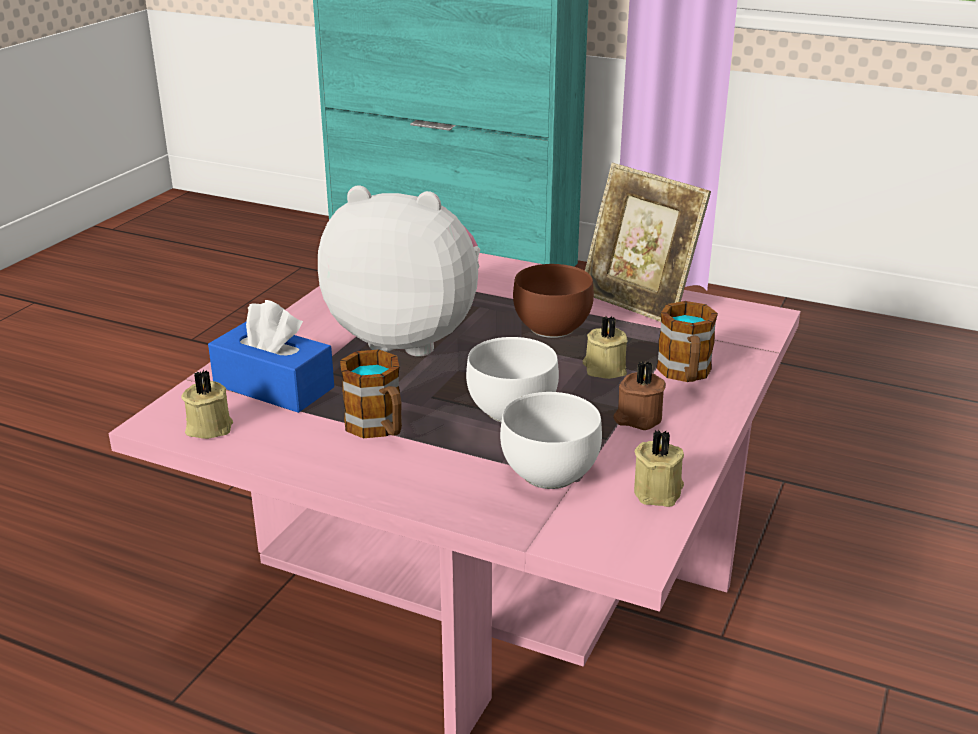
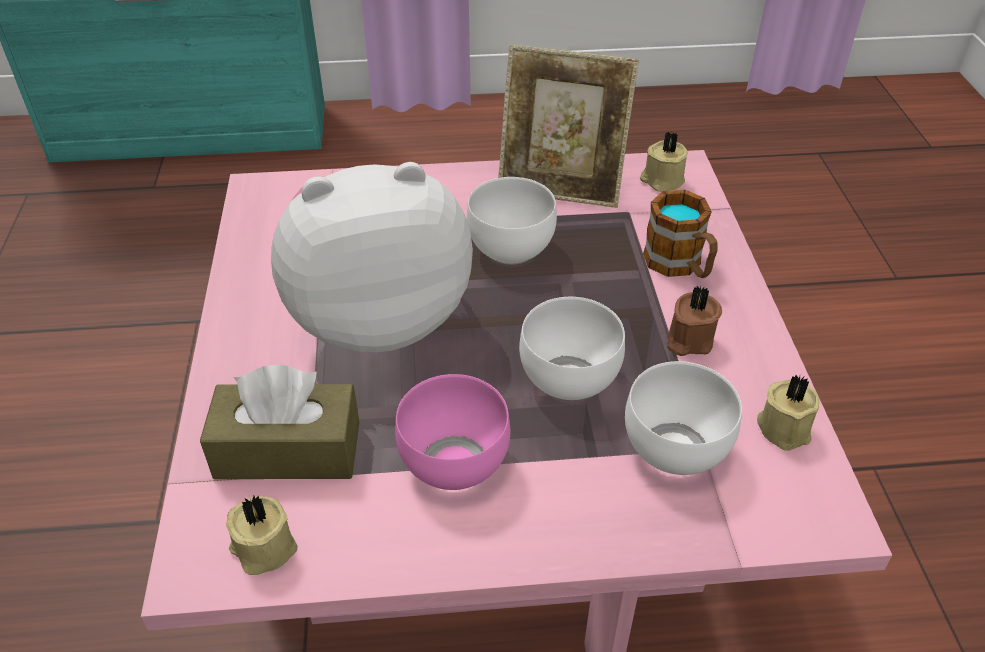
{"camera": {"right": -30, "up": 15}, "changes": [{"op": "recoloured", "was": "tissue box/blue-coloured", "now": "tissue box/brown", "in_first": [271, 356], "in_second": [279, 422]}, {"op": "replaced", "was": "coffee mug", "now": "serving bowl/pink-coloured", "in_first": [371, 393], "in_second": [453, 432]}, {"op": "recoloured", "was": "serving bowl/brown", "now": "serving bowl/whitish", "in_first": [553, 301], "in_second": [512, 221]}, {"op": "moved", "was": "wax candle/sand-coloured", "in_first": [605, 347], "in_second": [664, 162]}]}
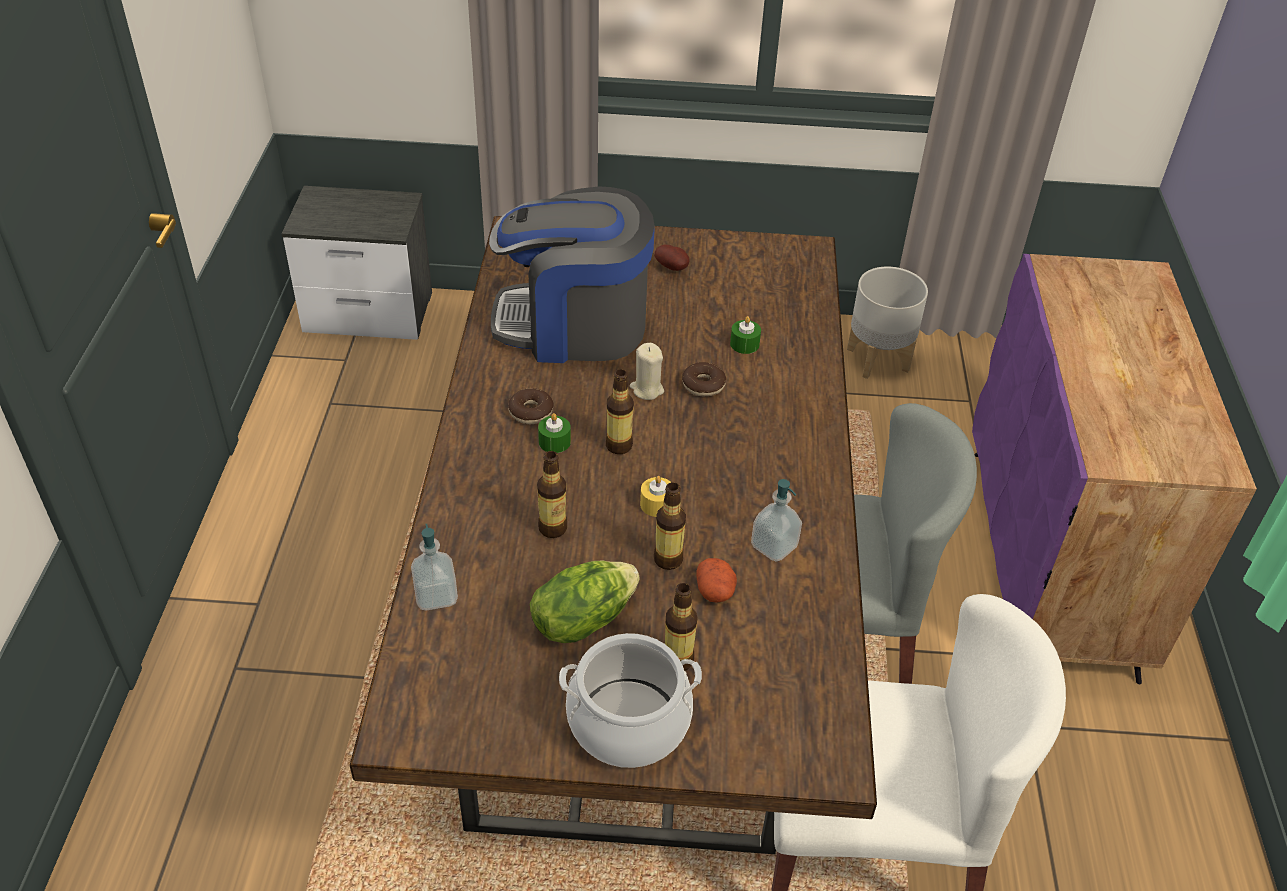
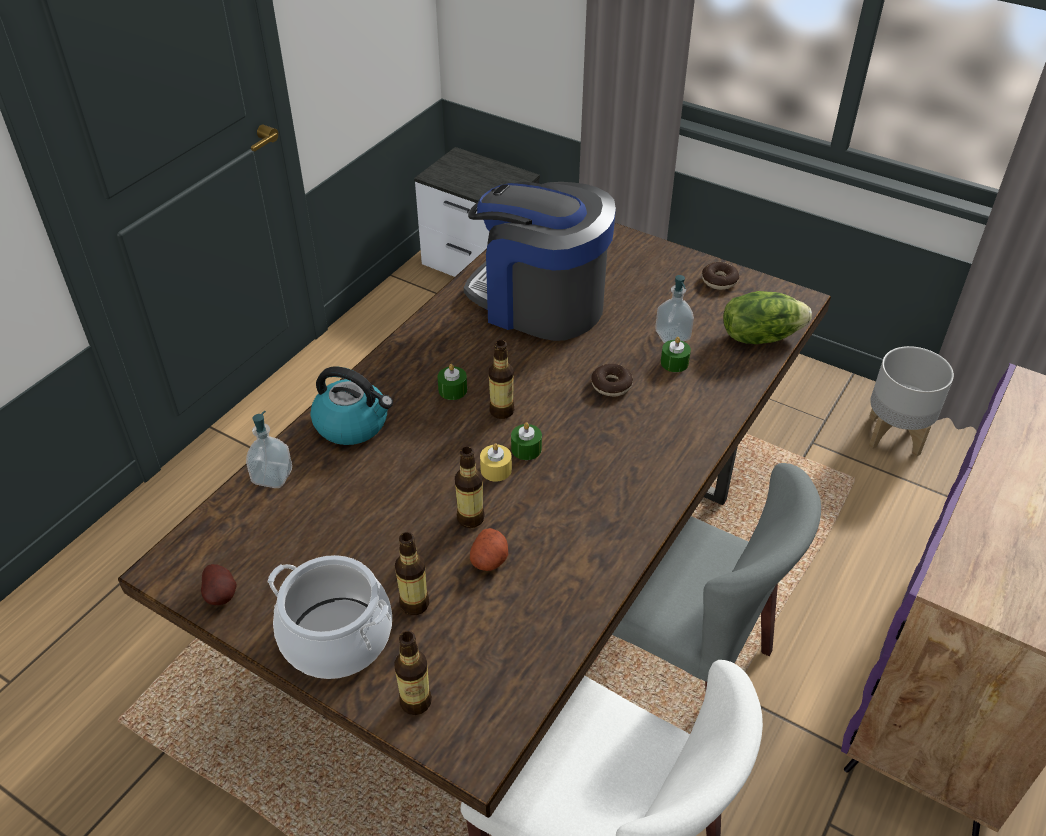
{"camera": {"right": 30, "up": 0}, "changes": [{"op": "moved", "was": "donut", "in_first": [530, 406], "in_second": [720, 276]}, {"op": "moved", "was": "head of lettuce", "in_first": [585, 602], "in_second": [767, 317]}, {"op": "moved", "was": "bottle", "in_first": [552, 494], "in_second": [413, 673]}, {"op": "removed", "was": "wax candle/sand-coloured", "in_first": [647, 371]}, {"op": "moved", "was": "spud", "in_first": [671, 258], "in_second": [219, 584]}, {"op": "moved", "was": "soap dispenser", "in_first": [776, 520], "in_second": [674, 309]}, {"op": "added", "now": "water kettle", "in_second": [351, 405]}, {"op": "added", "now": "wax candle/green", "in_second": [526, 441]}]}
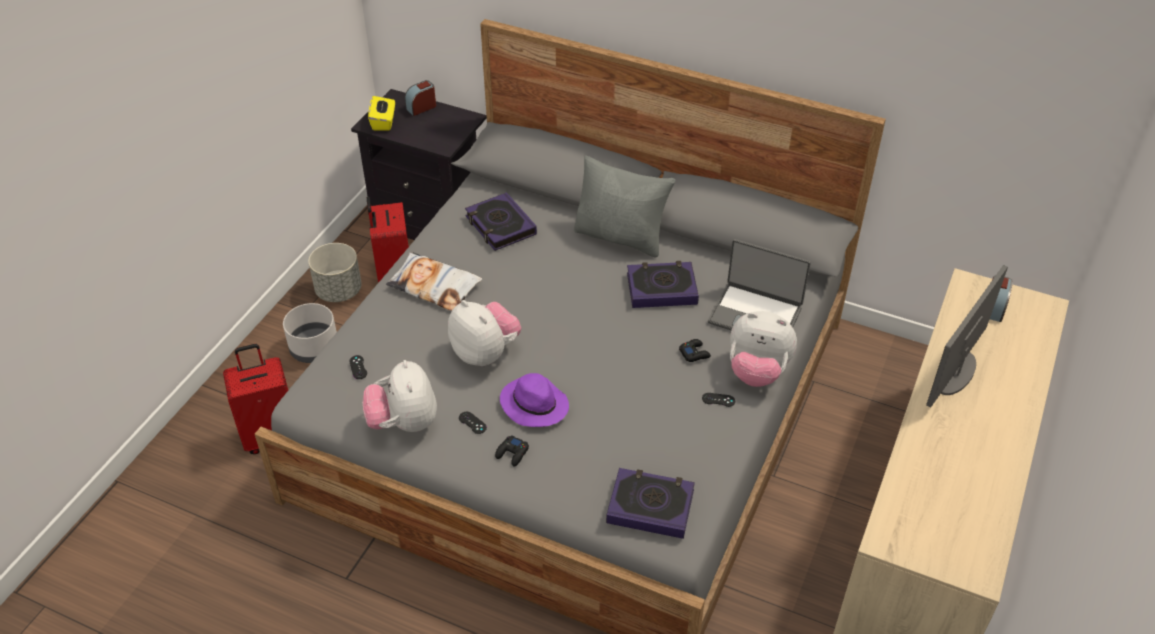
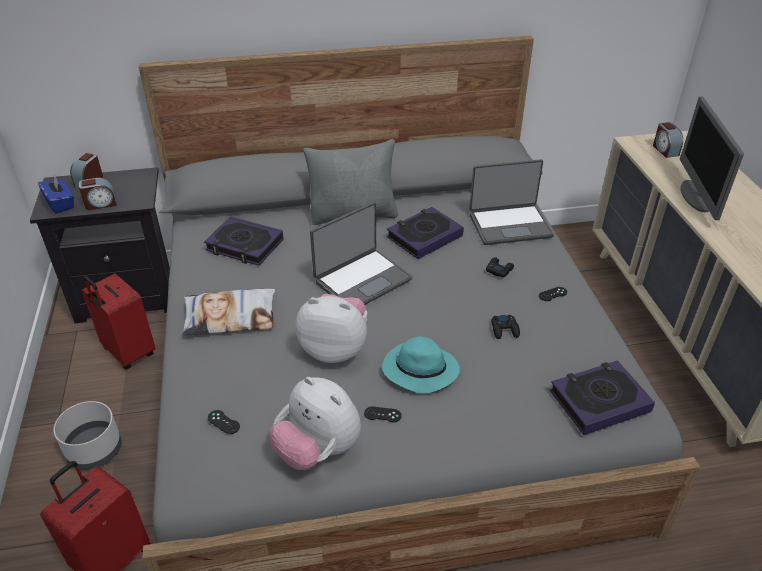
{"camera": {"right": -35, "up": -5}, "changes": [{"op": "removed", "was": "plant pot/gray", "in_first": [335, 272]}, {"op": "recoloured", "was": "tissue box/yellowish", "now": "tissue box/blue-coloured", "in_first": [381, 113], "in_second": [56, 194]}, {"op": "moved", "was": "game controller/blackish", "in_first": [512, 451], "in_second": [505, 327]}, {"op": "recoloured", "was": "wearable hat/purple-coloured", "now": "wearable hat/blue-green", "in_first": [534, 400], "in_second": [421, 365]}, {"op": "removed", "was": "soft toy", "in_first": [763, 349]}, {"op": "added", "now": "alarm clock", "in_second": [98, 194]}, {"op": "added", "now": "laptop", "in_second": [361, 253]}]}
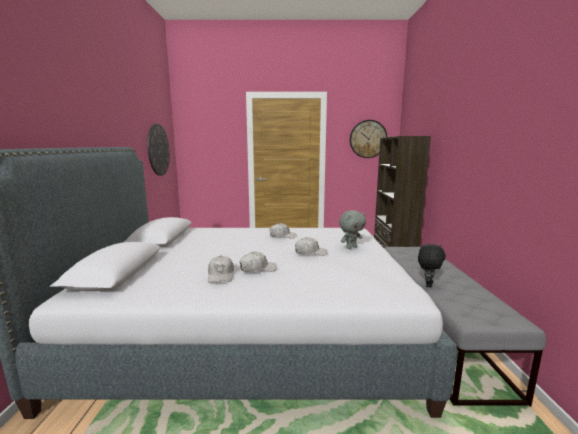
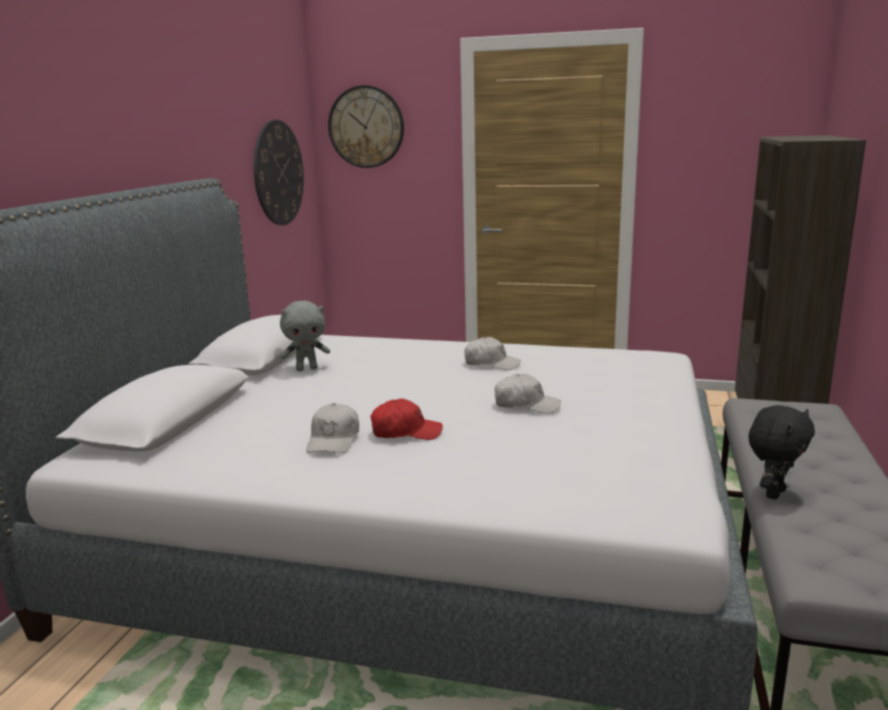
{"camera": {"right": 15, "up": 5}, "changes": [{"op": "recoloured", "was": "baseball cap/whitish", "now": "baseball cap/reddish", "in_first": [258, 262], "in_second": [406, 419]}, {"op": "moved", "was": "soft toy/gray", "in_first": [352, 229], "in_second": [305, 336]}, {"op": "moved", "was": "wall clock", "in_first": [368, 139], "in_second": [366, 126]}]}
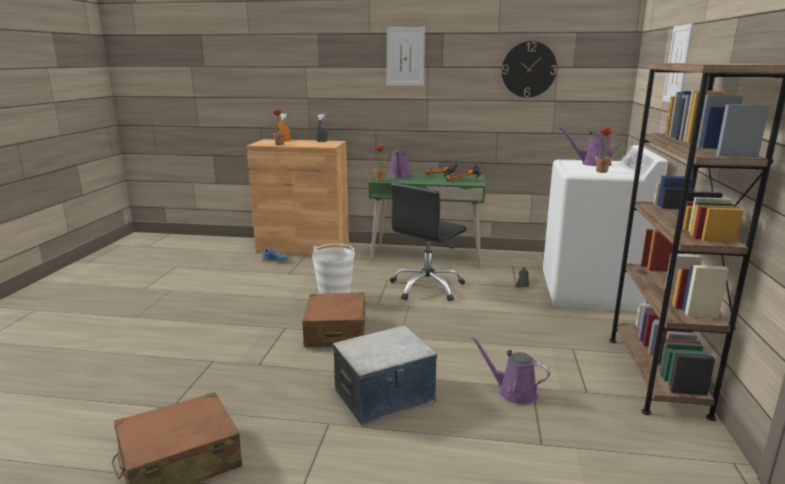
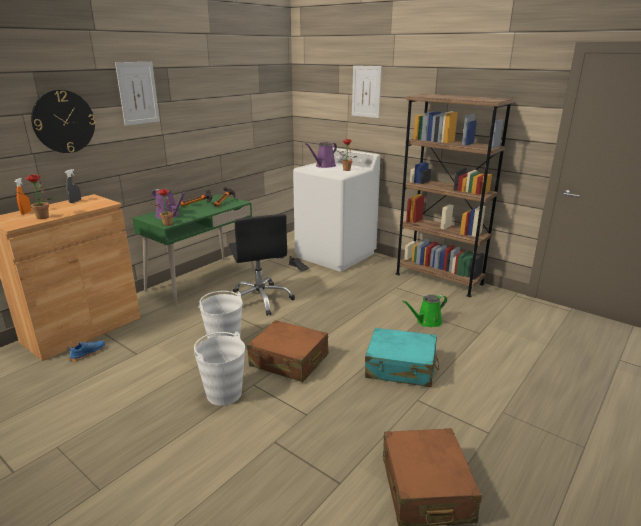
{"camera": {"right": -60, "up": 5}, "changes": [{"op": "replaced", "was": "storage container", "now": "travel case/blue-green", "in_first": [385, 375], "in_second": [402, 357]}, {"op": "recoloured", "was": "watering pot/purple-coloured", "now": "watering pot/green", "in_first": [510, 370], "in_second": [424, 310]}, {"op": "moved", "was": "wall clock", "in_first": [529, 69], "in_second": [63, 121]}, {"op": "added", "now": "bucket/whitish", "in_second": [219, 368]}]}
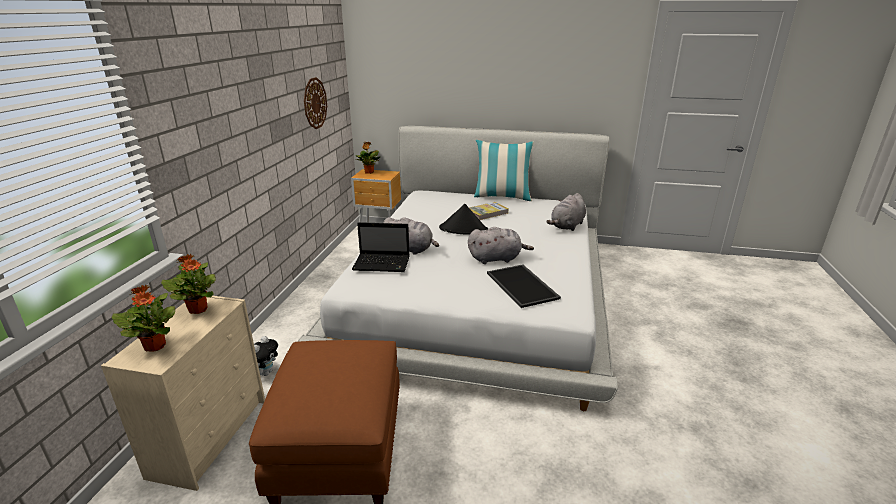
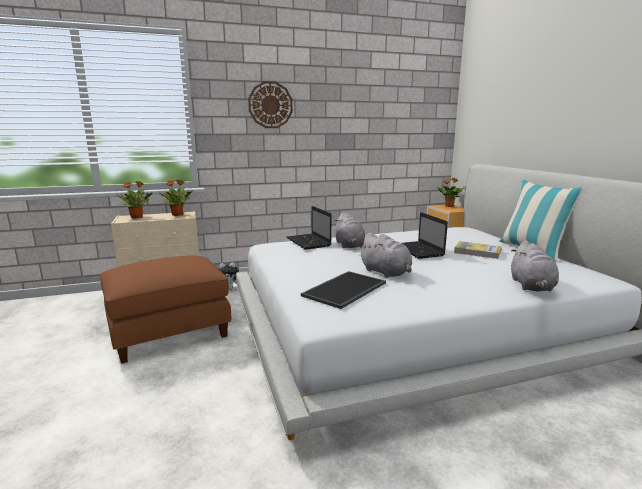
{"camera": {"right": 60, "up": -10}, "changes": [{"op": "moved", "was": "wall clock", "in_first": [315, 103], "in_second": [270, 104]}, {"op": "replaced", "was": "wearable hat/blackish", "now": "laptop", "in_first": [463, 219], "in_second": [425, 235]}, {"op": "turned", "was": "soft toy/gray", "in_first": [566, 212], "in_second": [535, 266], "clockwise": -90}]}
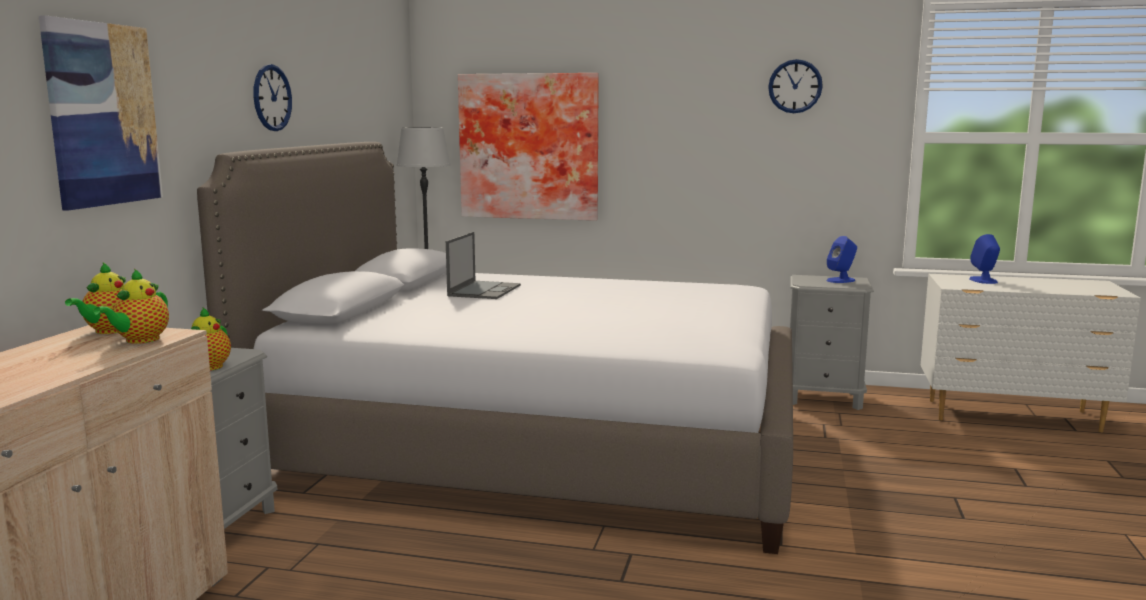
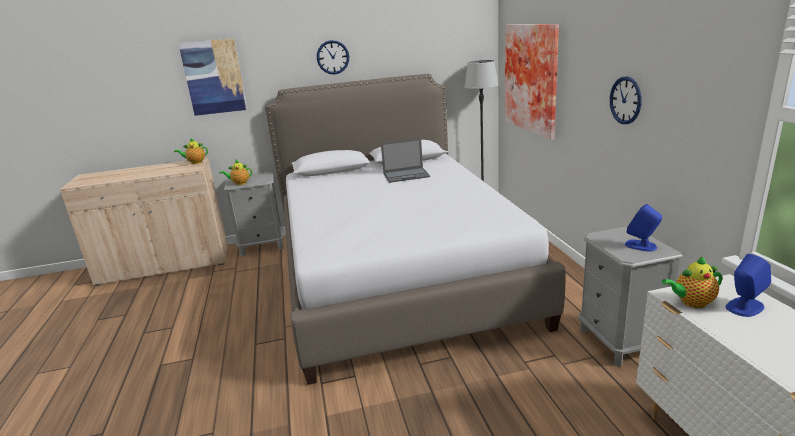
{"camera": {"right": 65, "up": 10}, "changes": [{"op": "moved", "was": "teapot", "in_first": [131, 306], "in_second": [691, 282]}, {"op": "moved", "was": "wall clock", "in_first": [795, 86], "in_second": [625, 100]}]}
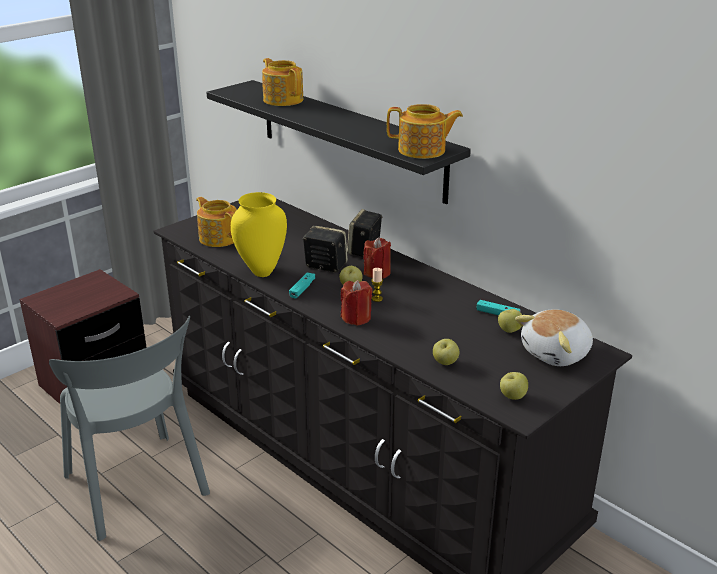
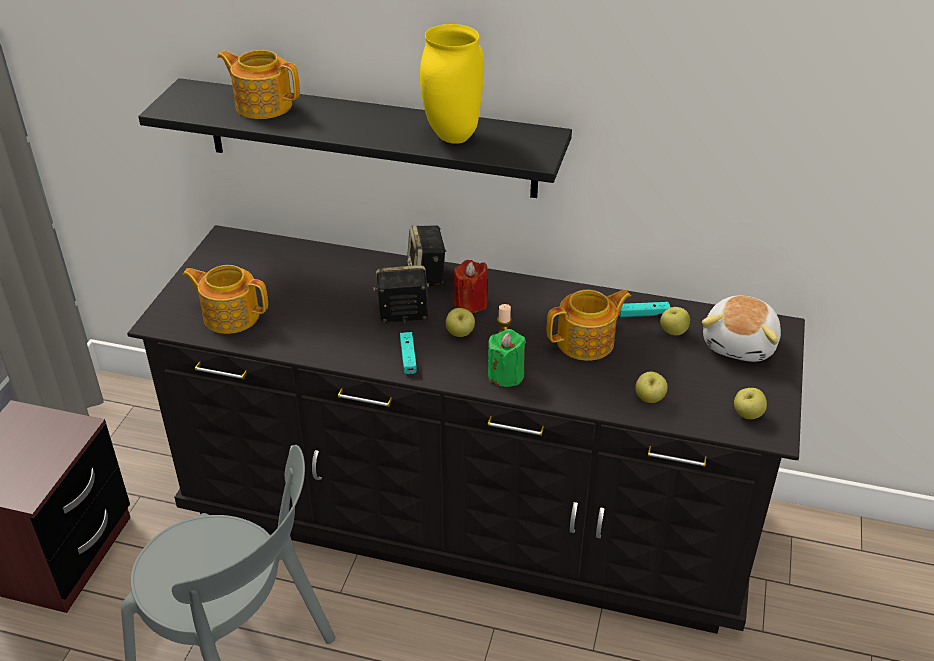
{"camera": {"right": -30, "up": 10}, "changes": [{"op": "moved", "was": "decorative vase/yellowish", "in_first": [259, 234], "in_second": [452, 84]}, {"op": "recoloured", "was": "wax candle/reddish", "now": "wax candle/green", "in_first": [357, 303], "in_second": [507, 358]}, {"op": "moved", "was": "teapot", "in_first": [425, 131], "in_second": [589, 325]}]}
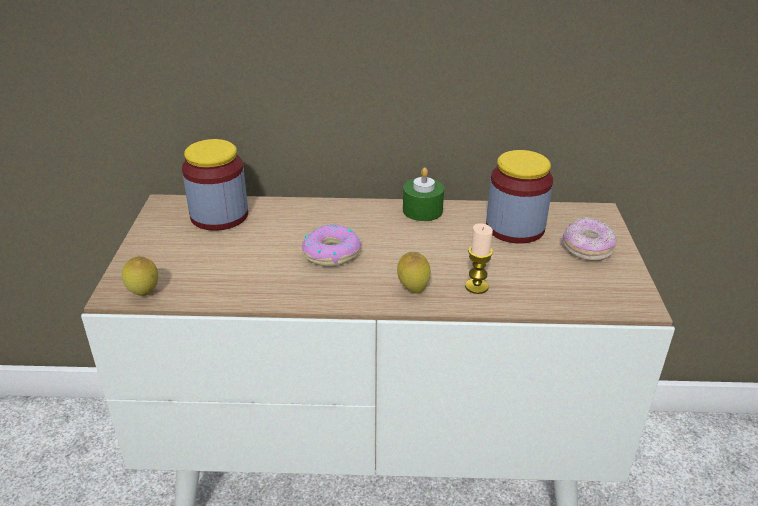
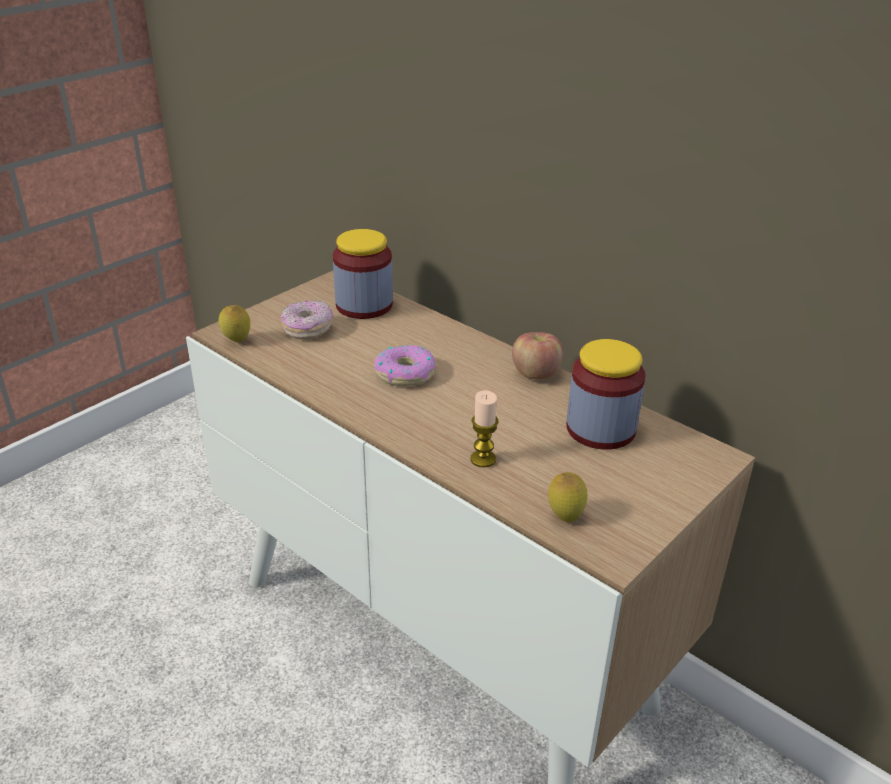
{"camera": {"right": 40, "up": 0}, "changes": [{"op": "moved", "was": "citrus fruit", "in_first": [414, 272], "in_second": [567, 497]}, {"op": "replaced", "was": "wax candle/green", "now": "apple", "in_first": [423, 194], "in_second": [537, 356]}, {"op": "moved", "was": "donut", "in_first": [589, 239], "in_second": [307, 320]}]}
